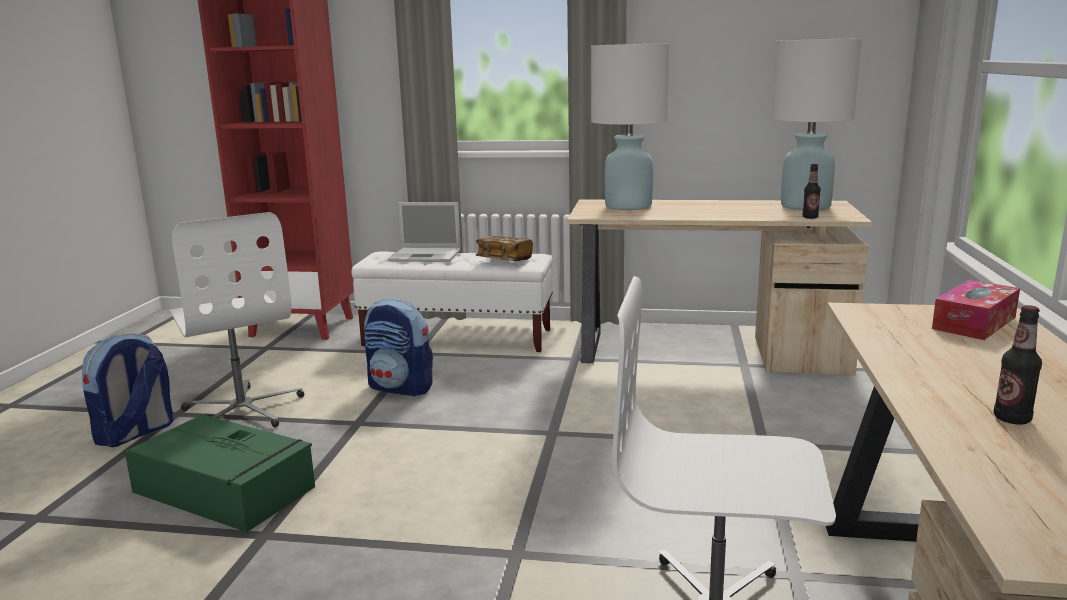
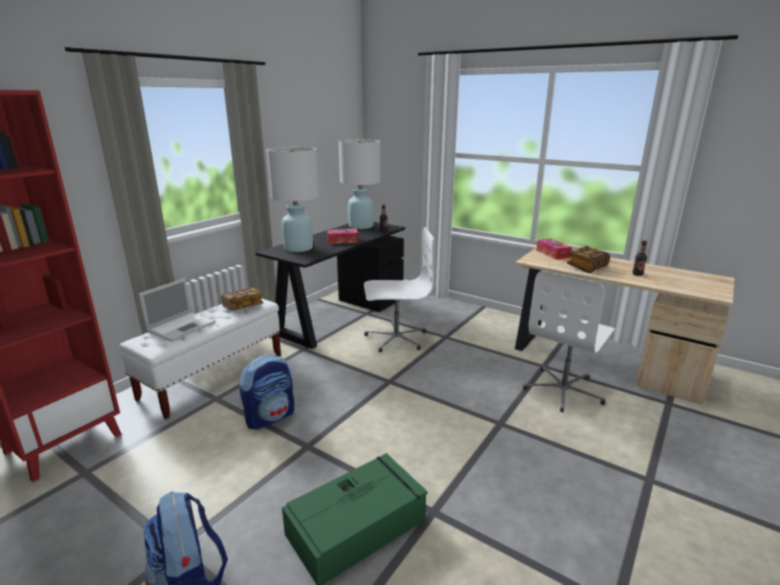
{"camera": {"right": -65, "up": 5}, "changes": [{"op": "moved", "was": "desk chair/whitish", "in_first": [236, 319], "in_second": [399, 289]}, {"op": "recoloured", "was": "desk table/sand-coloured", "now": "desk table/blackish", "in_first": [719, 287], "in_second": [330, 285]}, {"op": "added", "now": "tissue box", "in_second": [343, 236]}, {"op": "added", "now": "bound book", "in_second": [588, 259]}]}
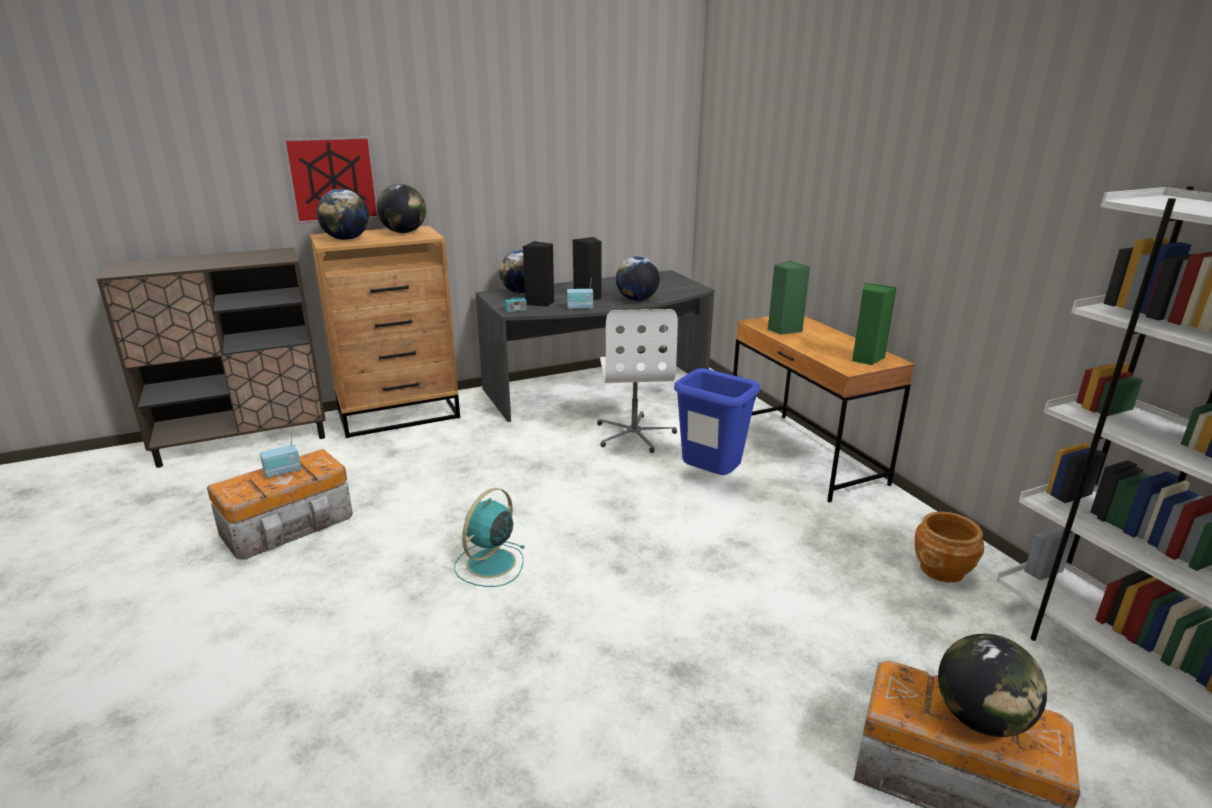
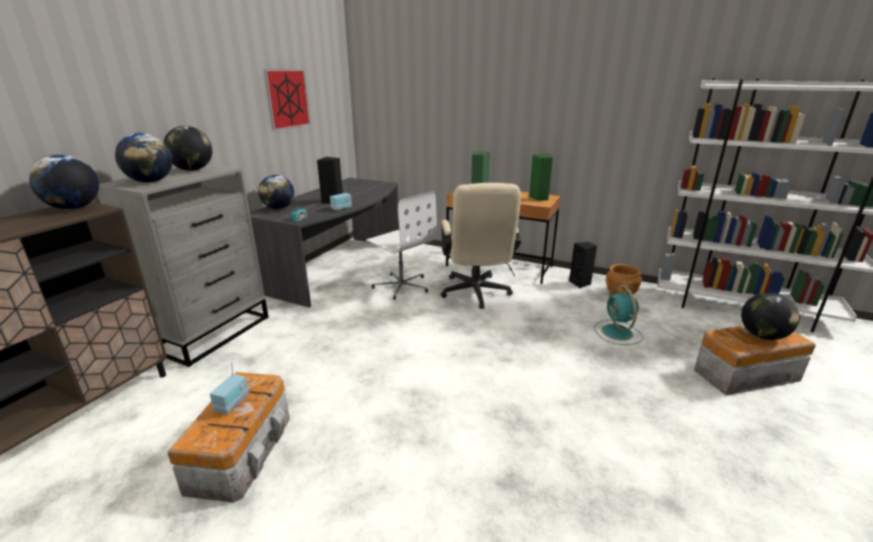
{"camera": {"right": -40, "up": 0}, "changes": [{"op": "moved", "was": "picture", "in_first": [331, 180], "in_second": [287, 99]}, {"op": "recoloured", "was": "drawer chest/brown", "now": "drawer chest/gray", "in_first": [385, 331], "in_second": [183, 265]}, {"op": "moved", "was": "cooling fan/blue-green", "in_first": [489, 537], "in_second": [618, 315]}, {"op": "moved", "was": "speaker/blackish", "in_first": [539, 274], "in_second": [583, 265]}, {"op": "moved", "was": "world globe", "in_first": [638, 278], "in_second": [64, 182]}, {"op": "replaced", "was": "waste bin/blue-coloured", "now": "desk chair/sand-coloured", "in_first": [717, 421], "in_second": [481, 246]}]}
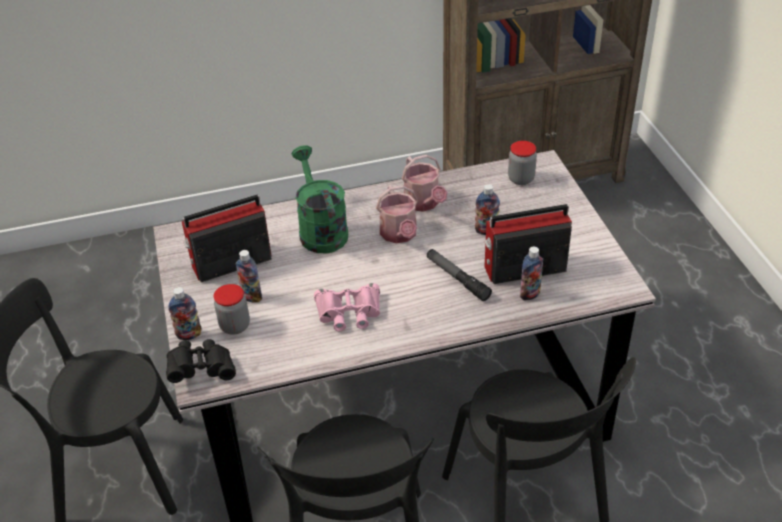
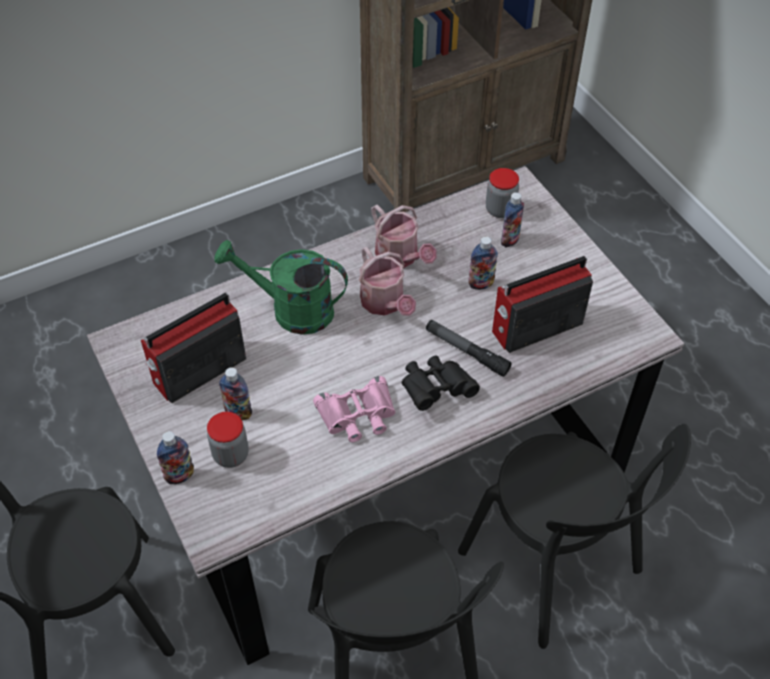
{"camera": {"right": -15, "up": 10}, "changes": [{"op": "moved", "was": "field glasses/blackish", "in_first": [201, 361], "in_second": [441, 383]}, {"op": "turned", "was": "watering pot/green", "in_first": [320, 199], "in_second": [281, 287], "clockwise": -45}, {"op": "moved", "was": "bottle", "in_first": [531, 273], "in_second": [512, 219]}]}
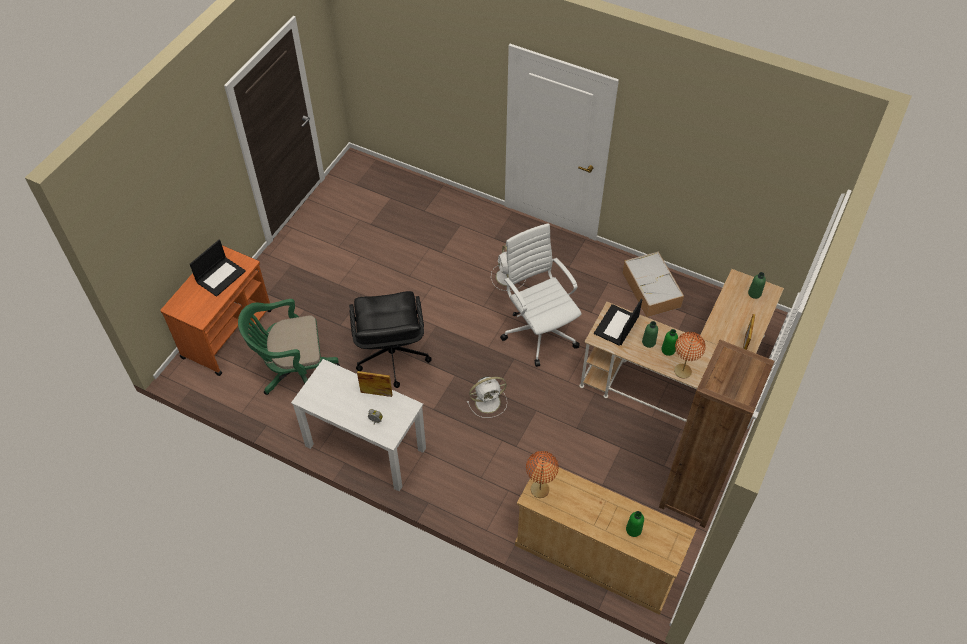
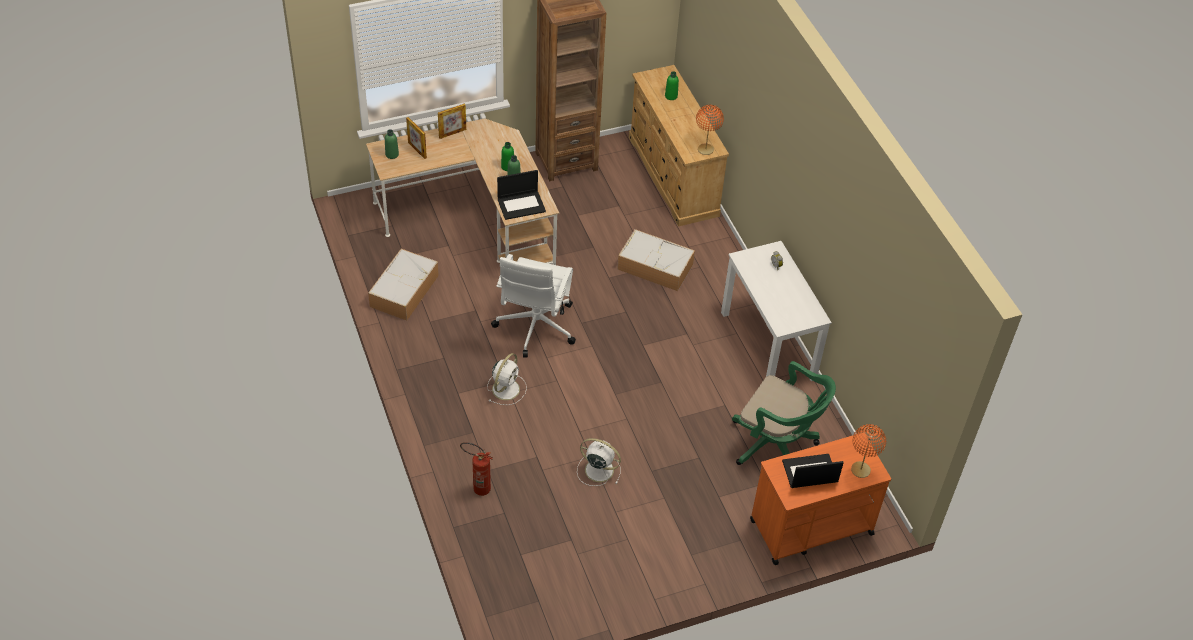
{"camera": {"right": -140, "up": -5}, "changes": [{"op": "removed", "was": "desk chair/blackish", "in_first": [390, 339]}, {"op": "moved", "was": "picture frame", "in_first": [375, 384], "in_second": [416, 138]}, {"op": "moved", "was": "cooling fan/whitish", "in_first": [487, 397], "in_second": [599, 462]}, {"op": "moved", "was": "tabletop lamp/orange-coloured", "in_first": [689, 355], "in_second": [868, 451]}, {"op": "added", "now": "fire-fighting cylinder", "in_second": [476, 469]}, {"op": "added", "now": "storage container", "in_second": [656, 260]}]}
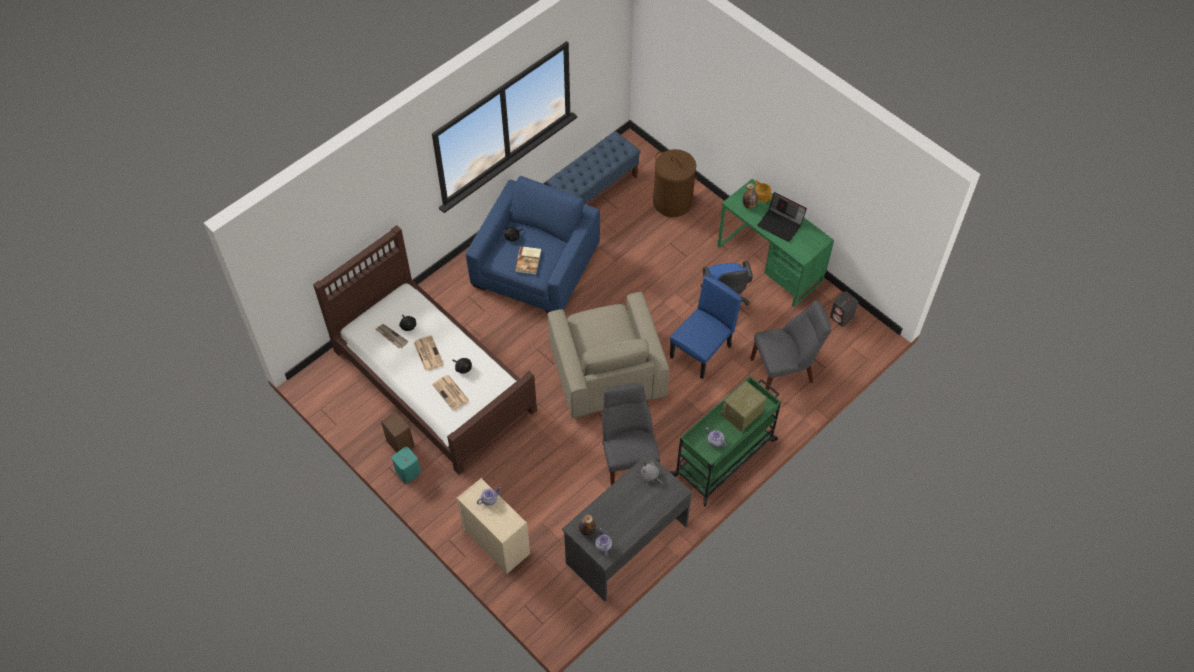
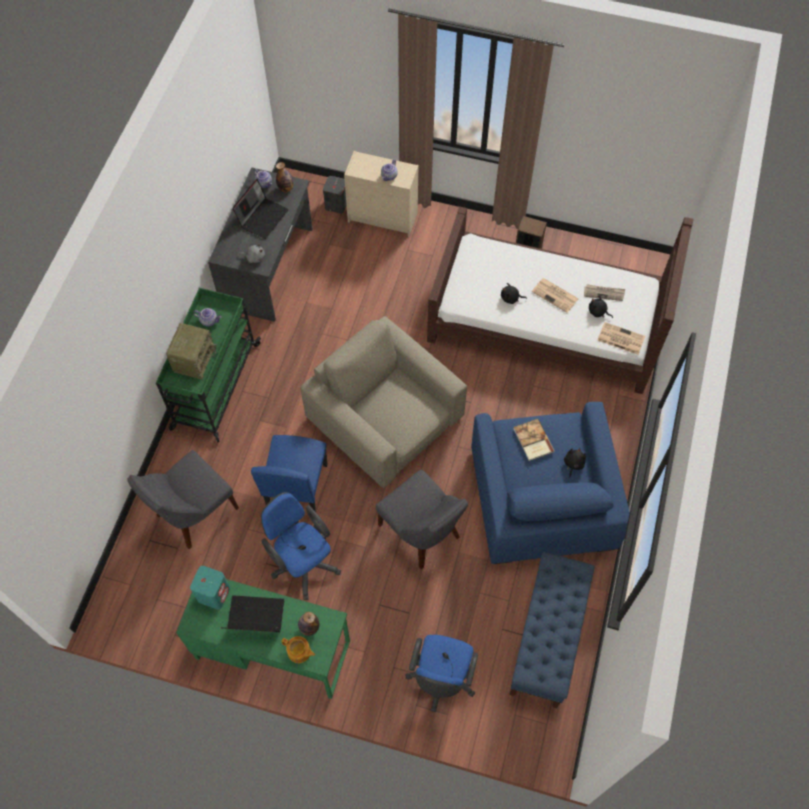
{"camera": {"right": 150, "up": 5}, "changes": [{"op": "moved", "was": "speaker/blue-green", "in_first": [406, 465], "in_second": [210, 588]}, {"op": "moved", "was": "printed paper", "in_first": [450, 393], "in_second": [621, 338]}, {"op": "moved", "was": "plain chair/gray", "in_first": [631, 434], "in_second": [422, 519]}, {"op": "replaced", "was": "hamper/brown", "now": "desk chair/blue-coloured", "in_first": [675, 183], "in_second": [442, 673]}, {"op": "moved", "was": "speaker/gray", "in_first": [844, 309], "in_second": [335, 195]}, {"op": "added", "now": "laptop", "in_second": [260, 209]}]}
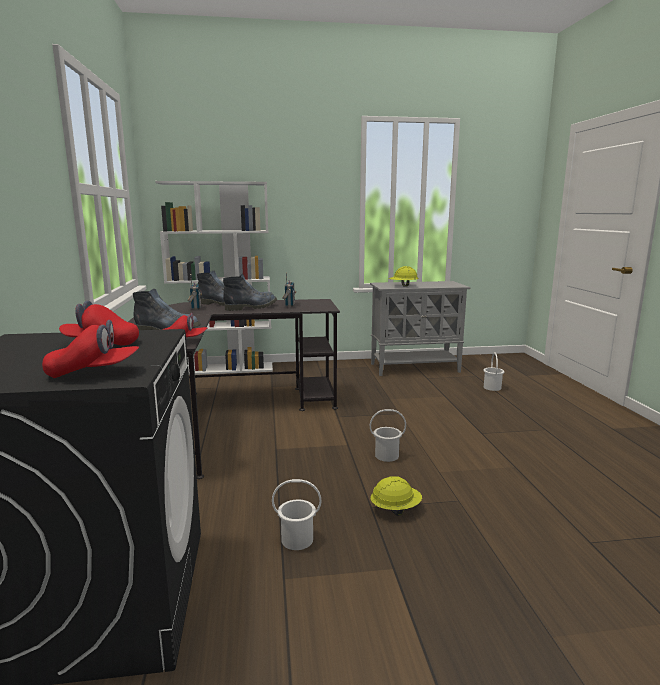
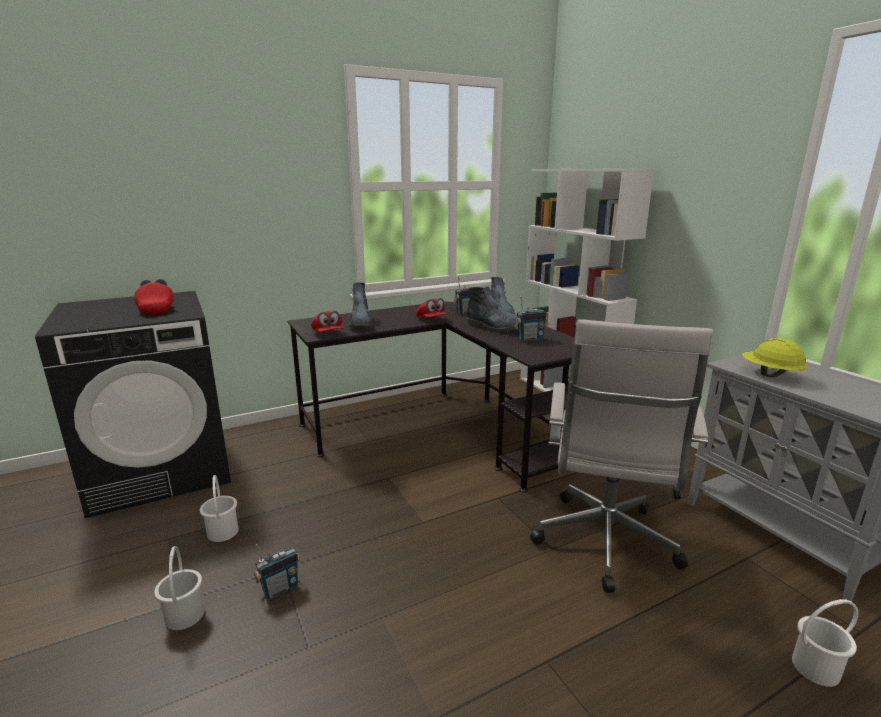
{"camera": {"right": 70, "up": 5}, "changes": [{"op": "moved", "was": "baseball cap/reddish", "in_first": [90, 349], "in_second": [432, 307]}, {"op": "moved", "was": "bucket/whitish", "in_first": [388, 435], "in_second": [179, 588]}, {"op": "replaced", "was": "hard hat/yellowish", "now": "radio", "in_first": [396, 496], "in_second": [277, 571]}, {"op": "added", "now": "desk chair/whitish", "in_second": [621, 456]}]}
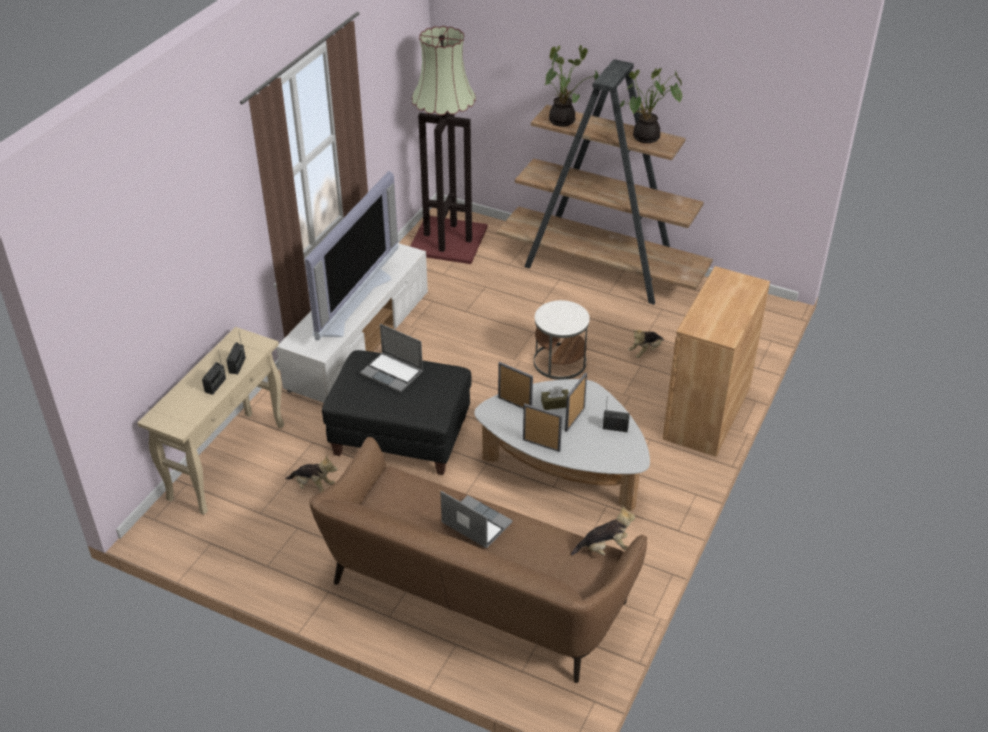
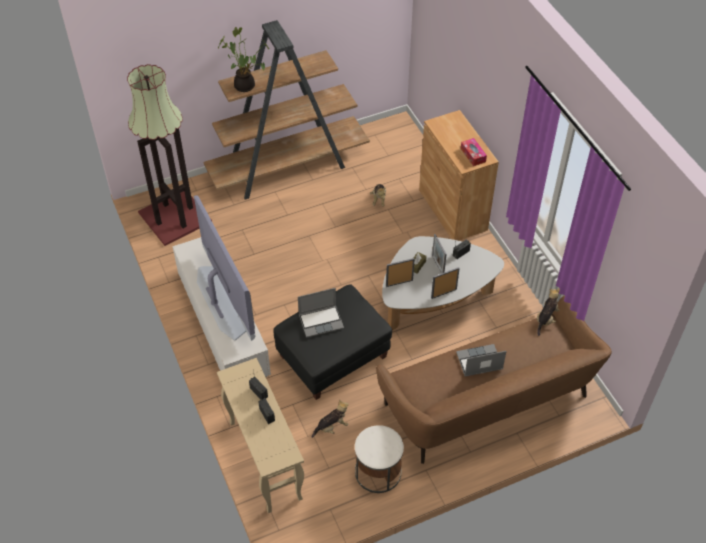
{"camera": {"right": -50, "up": 10}, "changes": [{"op": "moved", "was": "accent table/whitish", "in_first": [562, 340], "in_second": [379, 459]}, {"op": "removed", "was": "houseplant", "in_first": [651, 105]}, {"op": "added", "now": "tissue box", "in_second": [474, 152]}]}
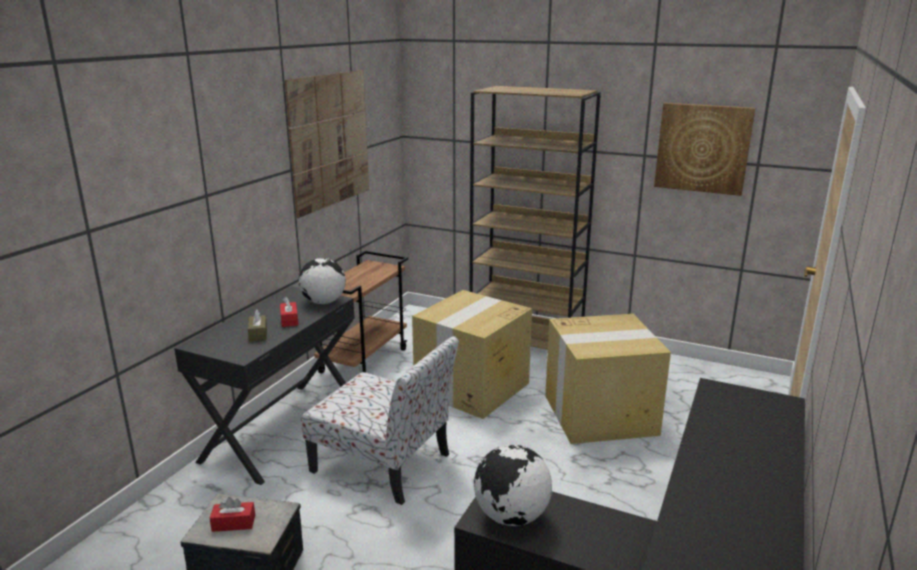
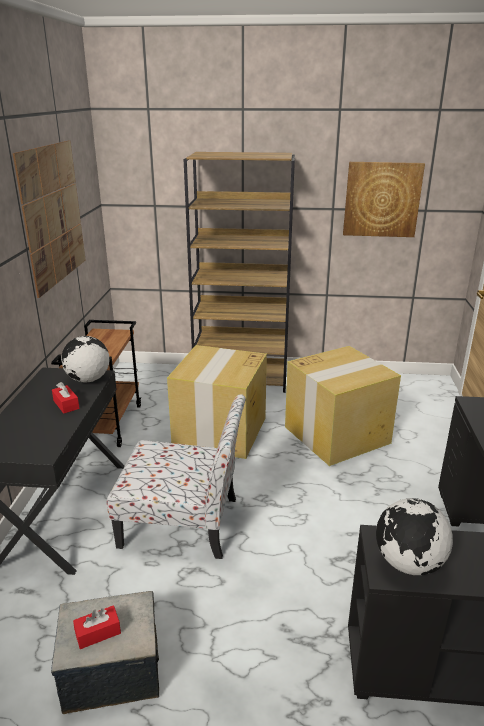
{"camera": {"right": -20, "up": 5}, "changes": [{"op": "removed", "was": "tissue box/brown", "in_first": [257, 326]}]}
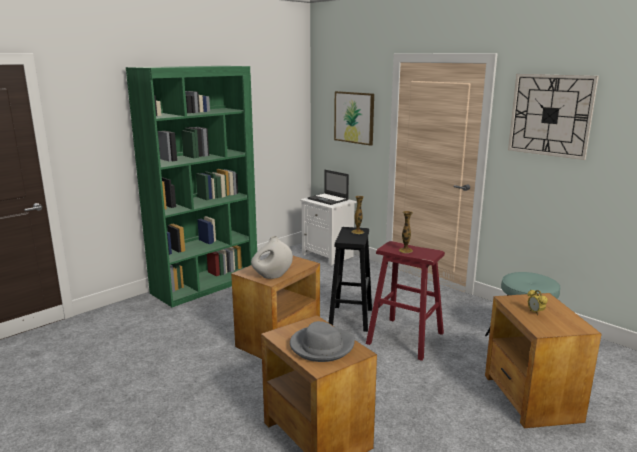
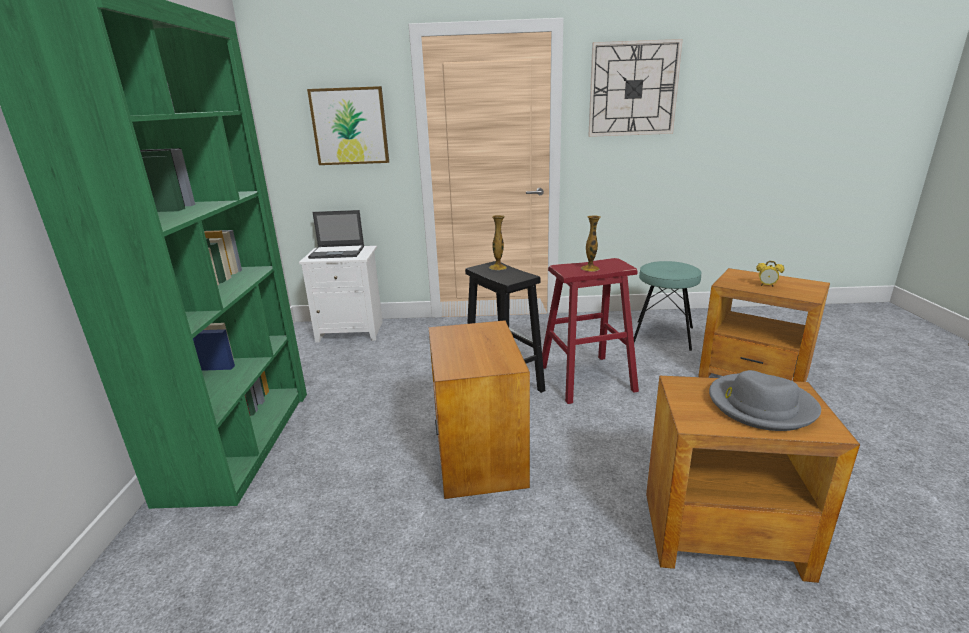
{"camera": {"right": -45, "up": 5}, "changes": [{"op": "removed", "was": "decorative vase/whitish", "in_first": [272, 257]}]}
